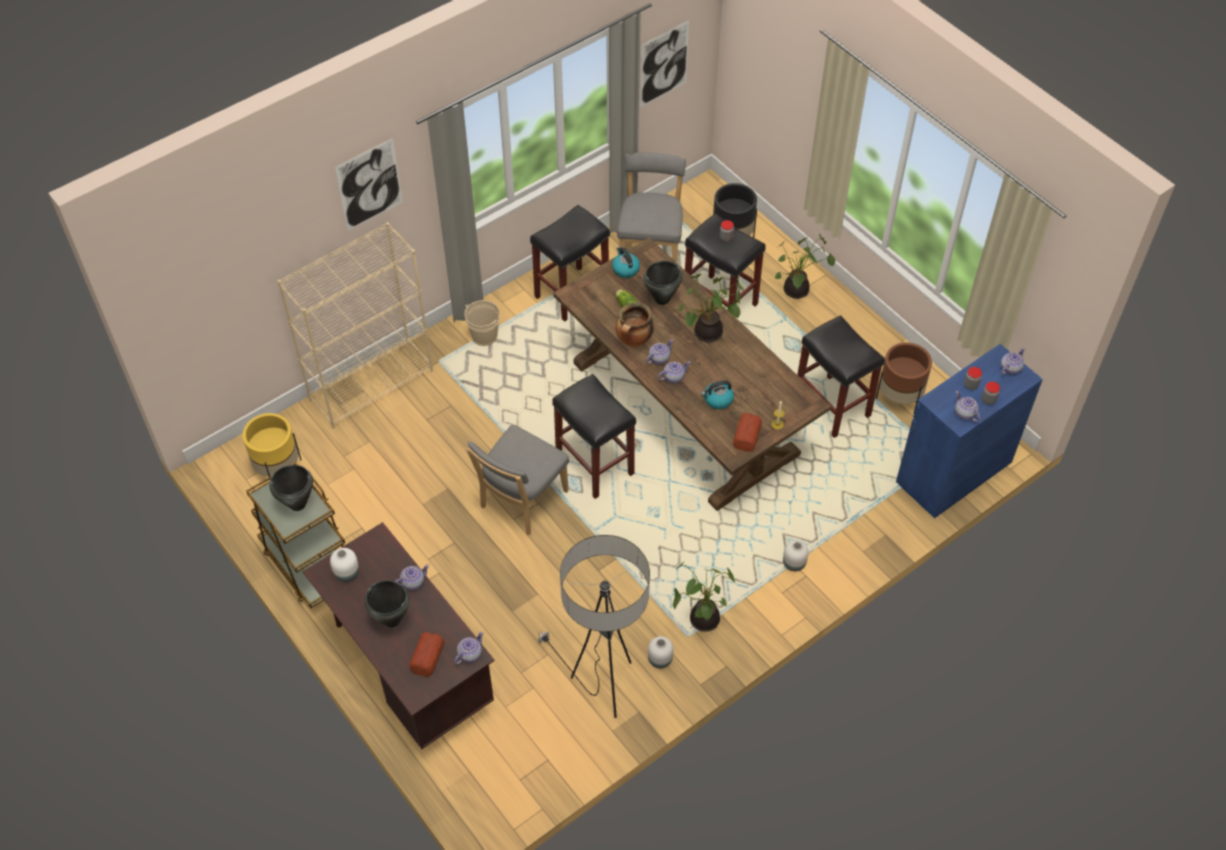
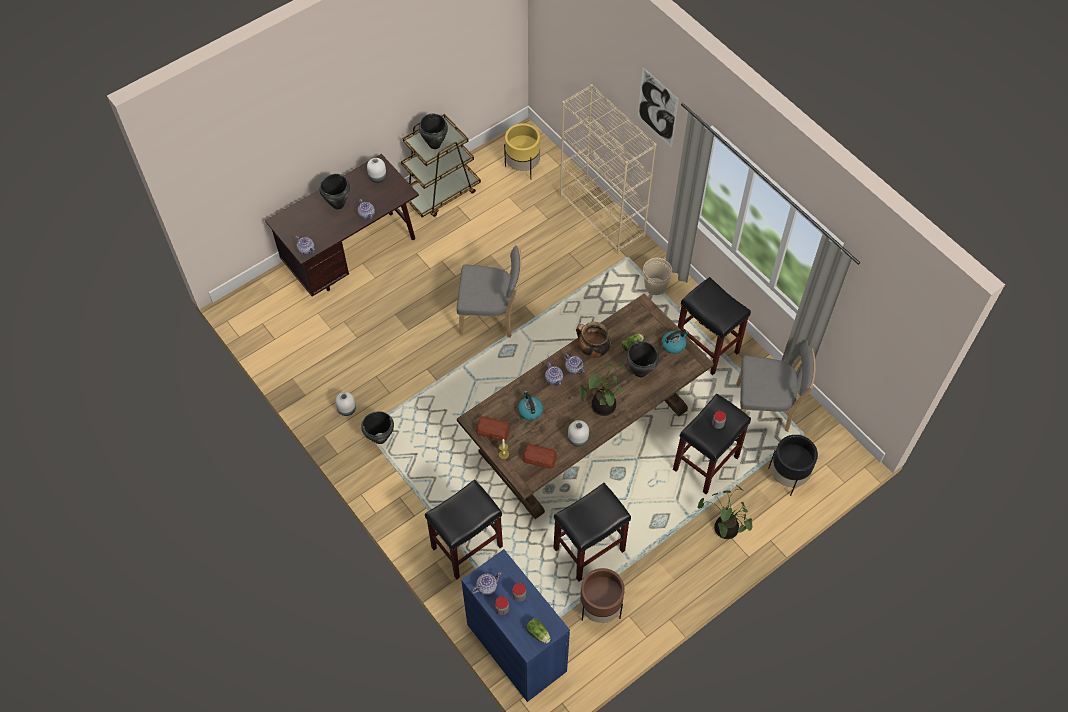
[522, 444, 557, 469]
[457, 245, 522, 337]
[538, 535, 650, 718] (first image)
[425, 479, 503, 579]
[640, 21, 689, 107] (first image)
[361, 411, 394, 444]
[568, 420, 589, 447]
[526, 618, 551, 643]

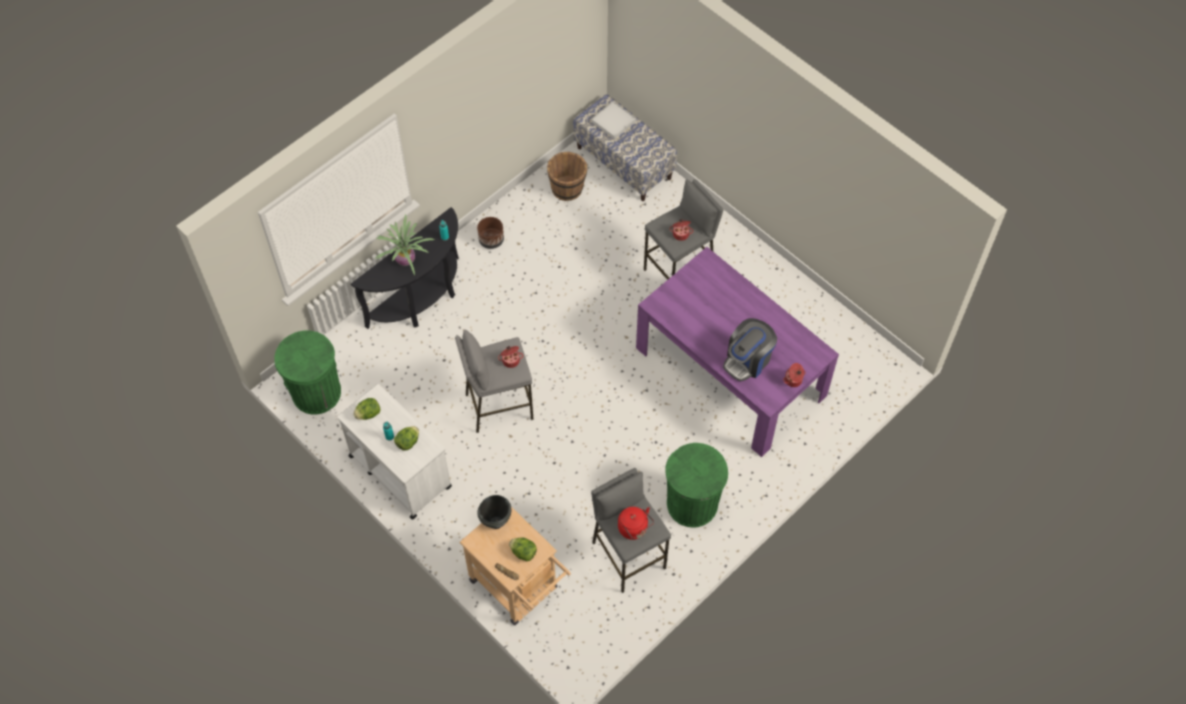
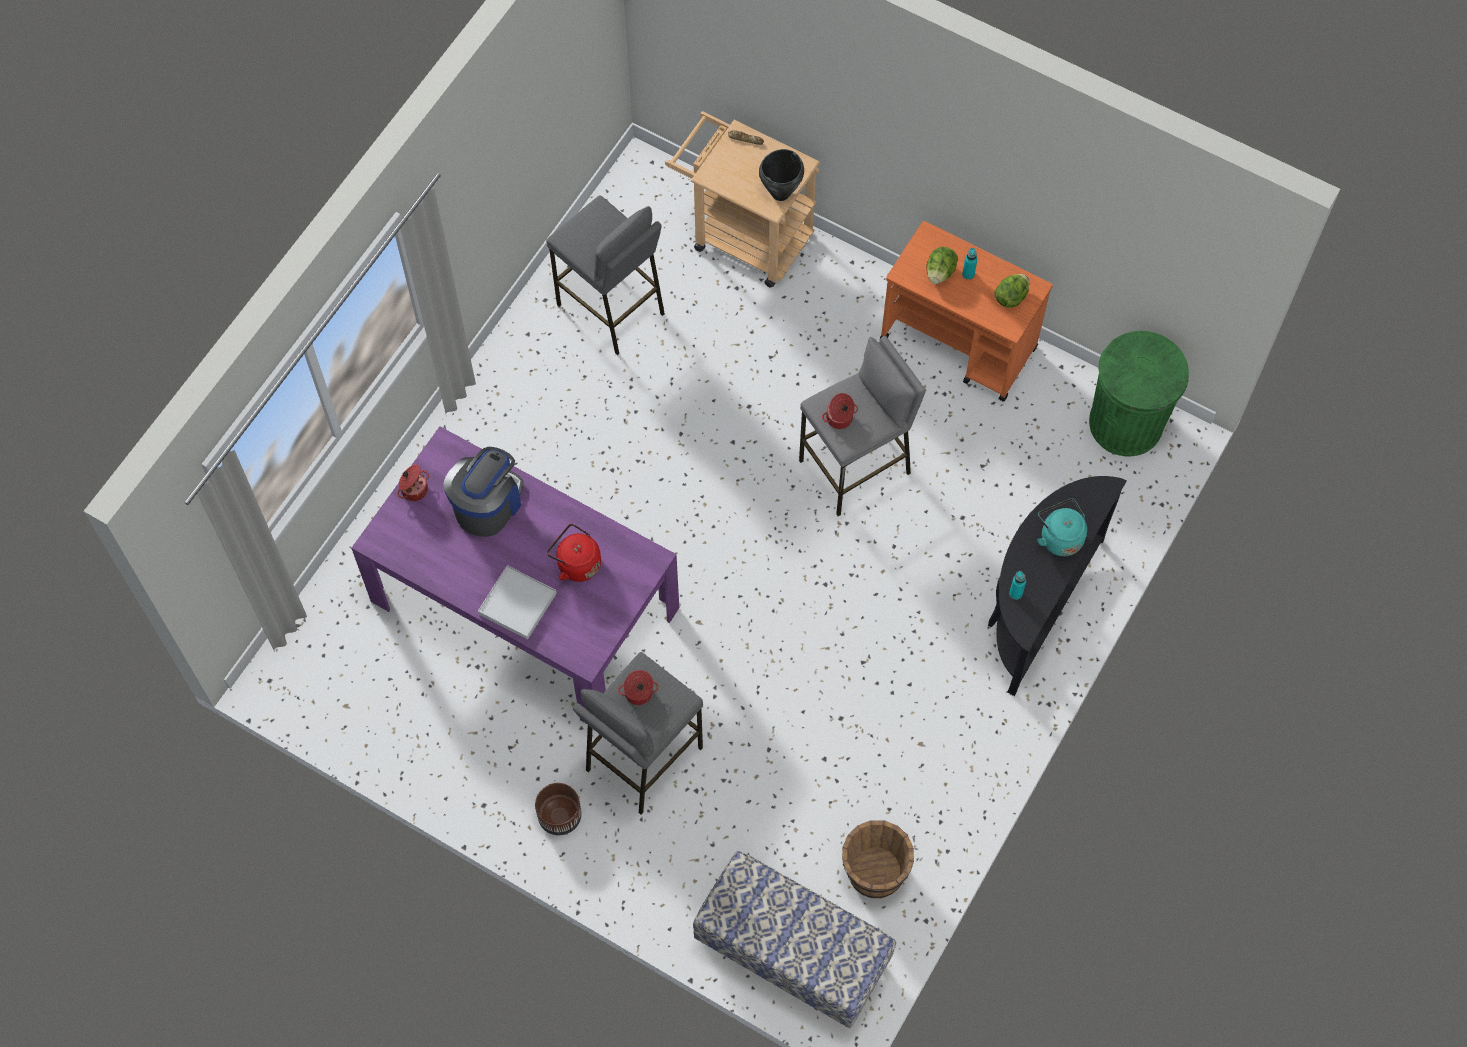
[880, 221, 1053, 402]
[1037, 498, 1087, 556]
[535, 783, 582, 835]
[509, 538, 537, 561] (first image)
[478, 565, 557, 640]
[547, 523, 601, 582]
[665, 443, 728, 527] (first image)

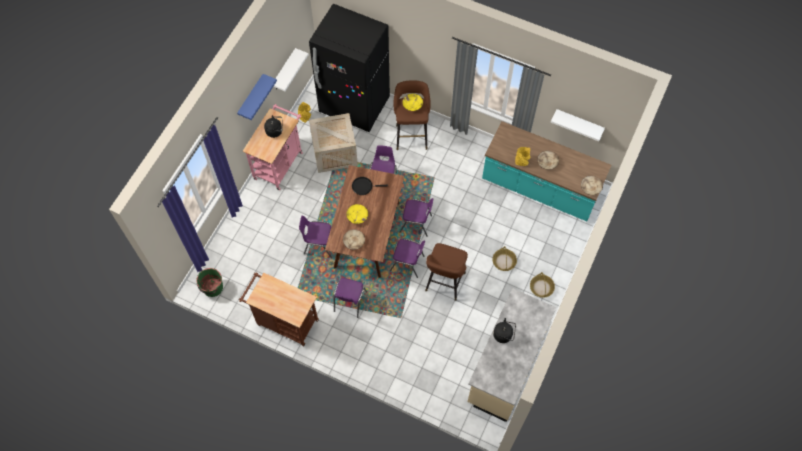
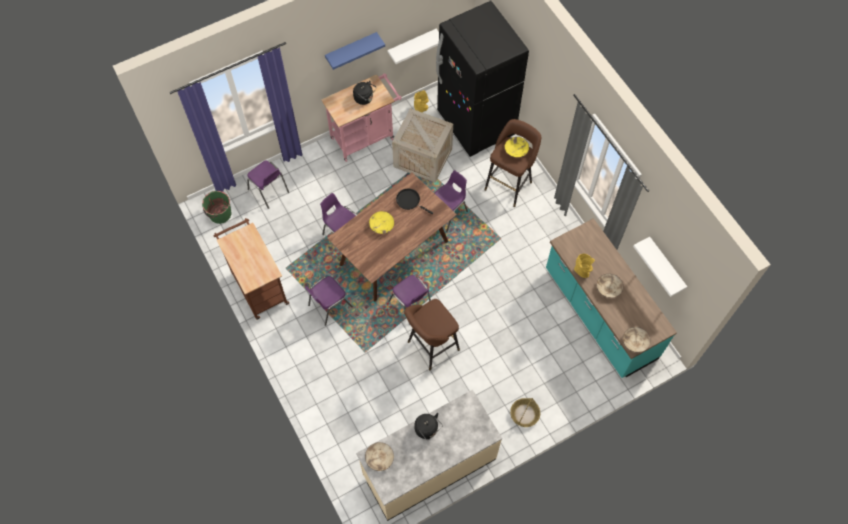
[365, 442, 394, 471]
[247, 161, 289, 209]
[492, 246, 517, 271] (first image)

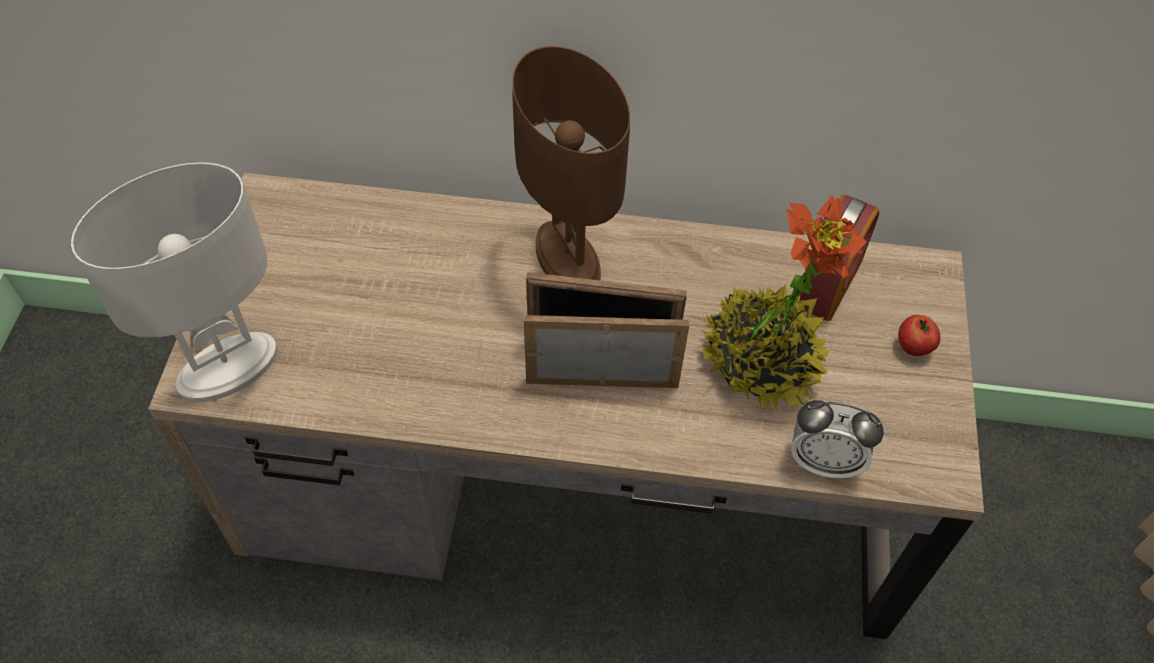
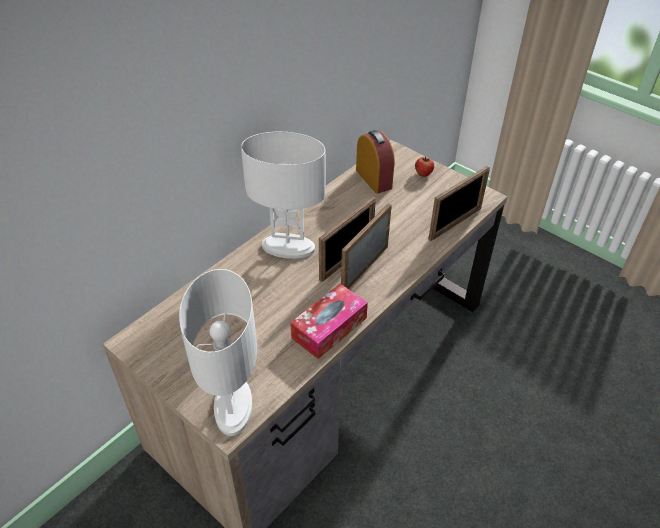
[241, 132, 326, 259]
[701, 195, 868, 412] (first image)
[428, 166, 490, 241]
[290, 284, 368, 359]

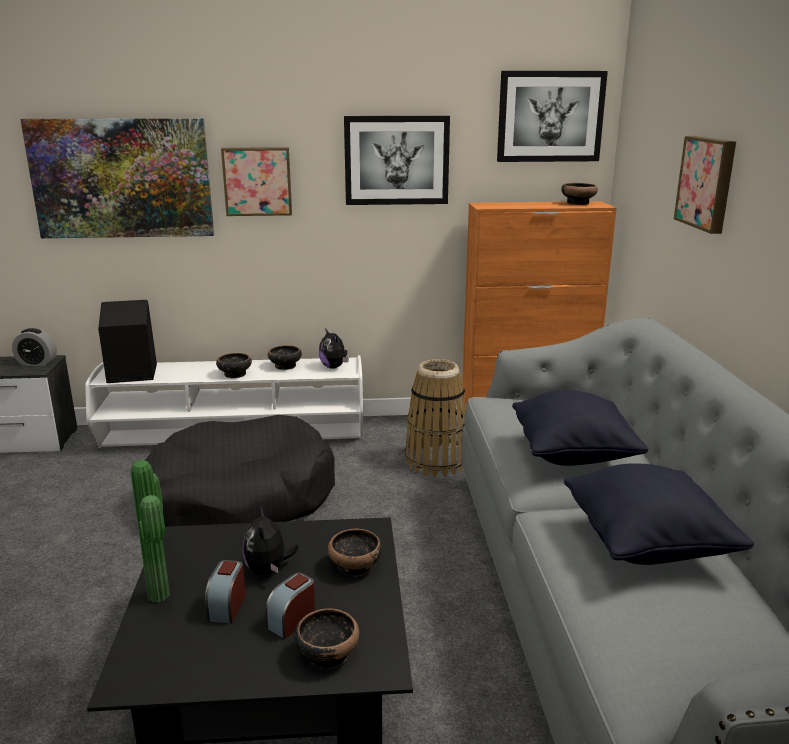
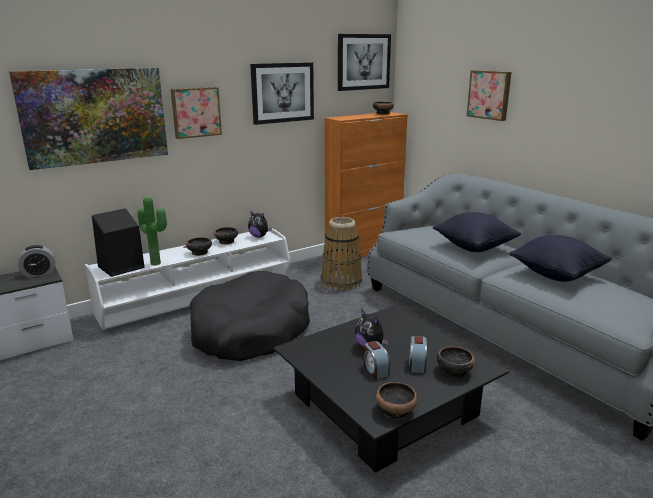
[138, 197, 167, 266]
[376, 382, 418, 419]

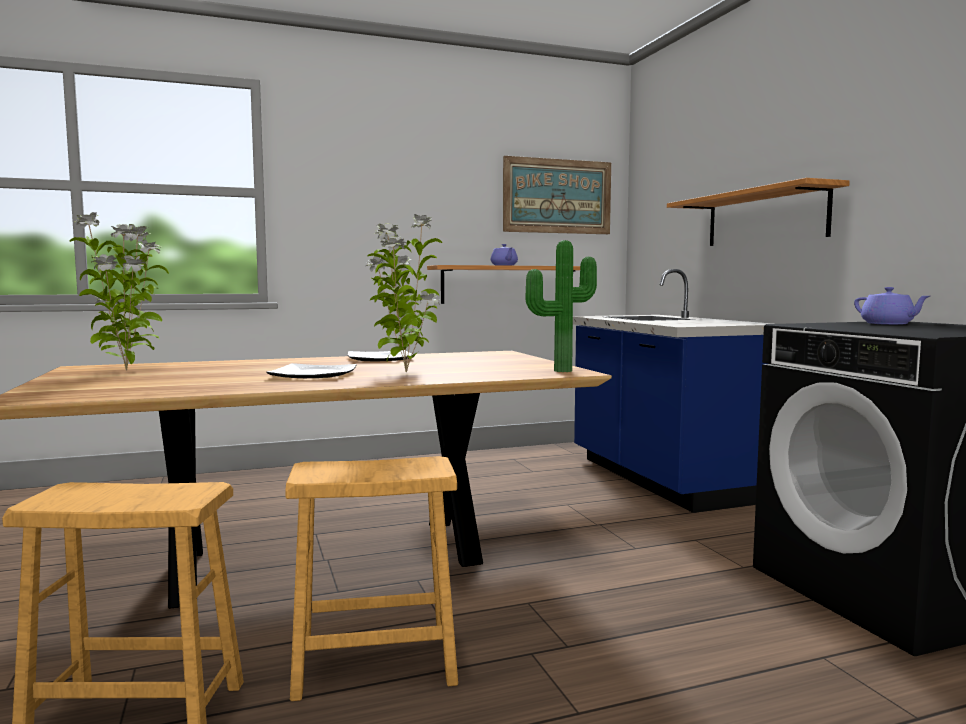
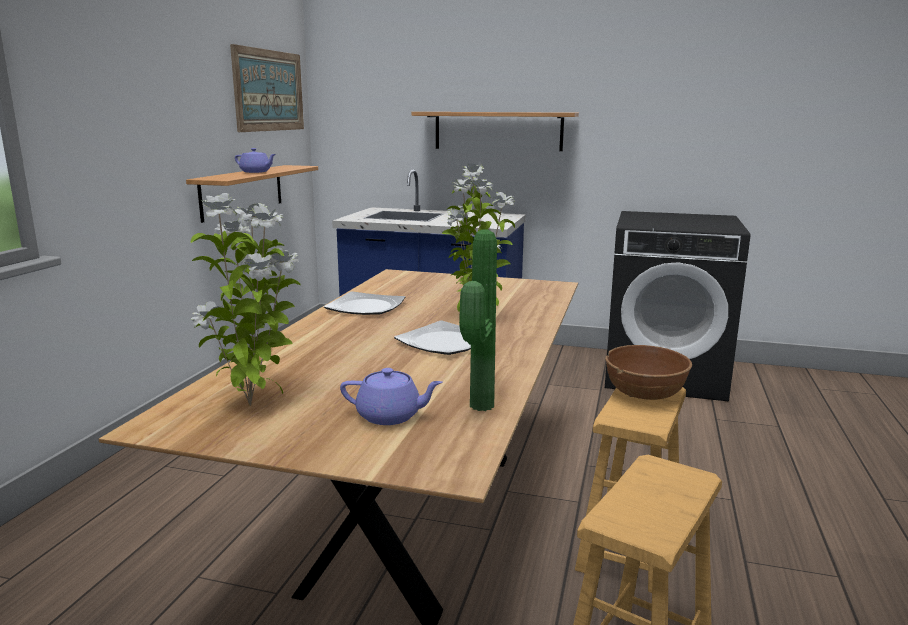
[459, 229, 497, 411]
[340, 368, 443, 425]
[605, 345, 692, 400]

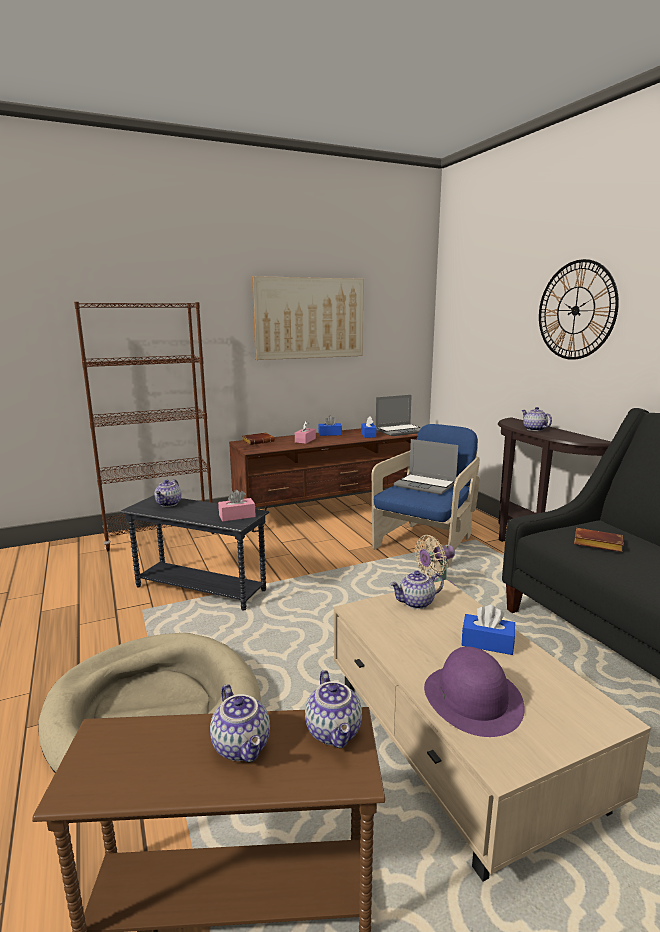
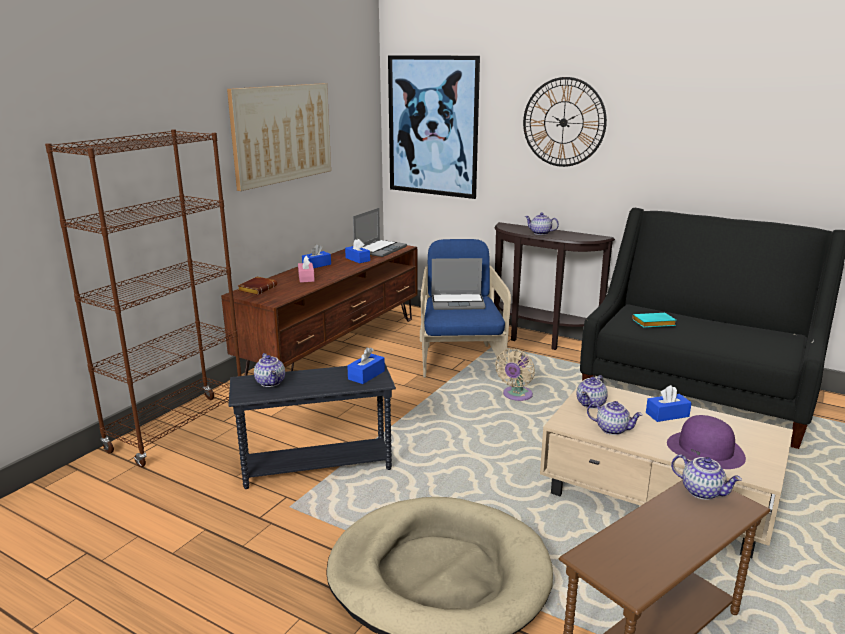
[587, 401, 643, 435]
[347, 347, 385, 384]
[632, 313, 676, 328]
[388, 55, 480, 199]

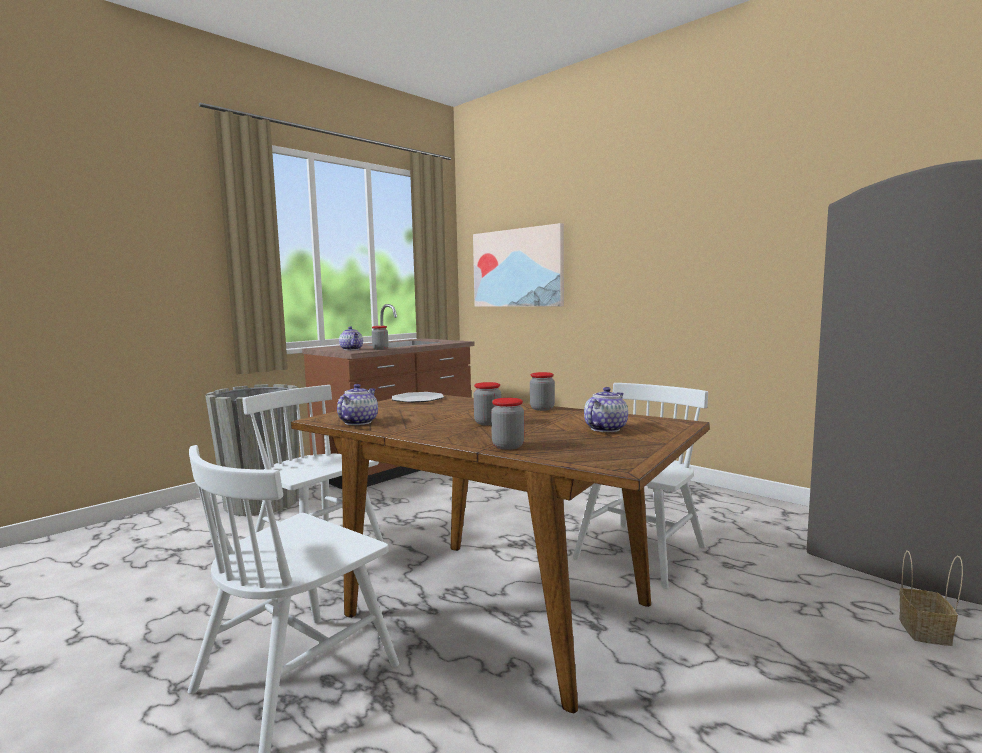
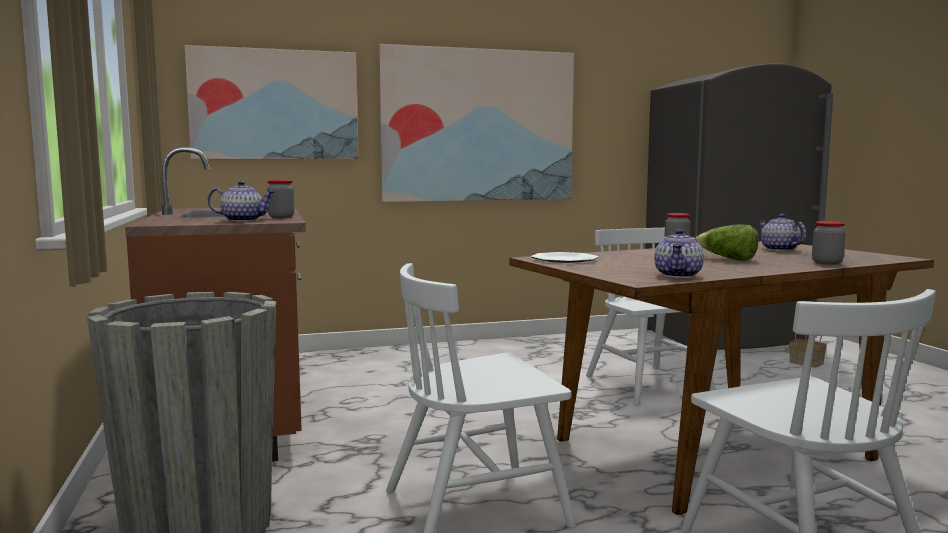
[654, 229, 704, 278]
[695, 225, 758, 261]
[379, 44, 574, 202]

